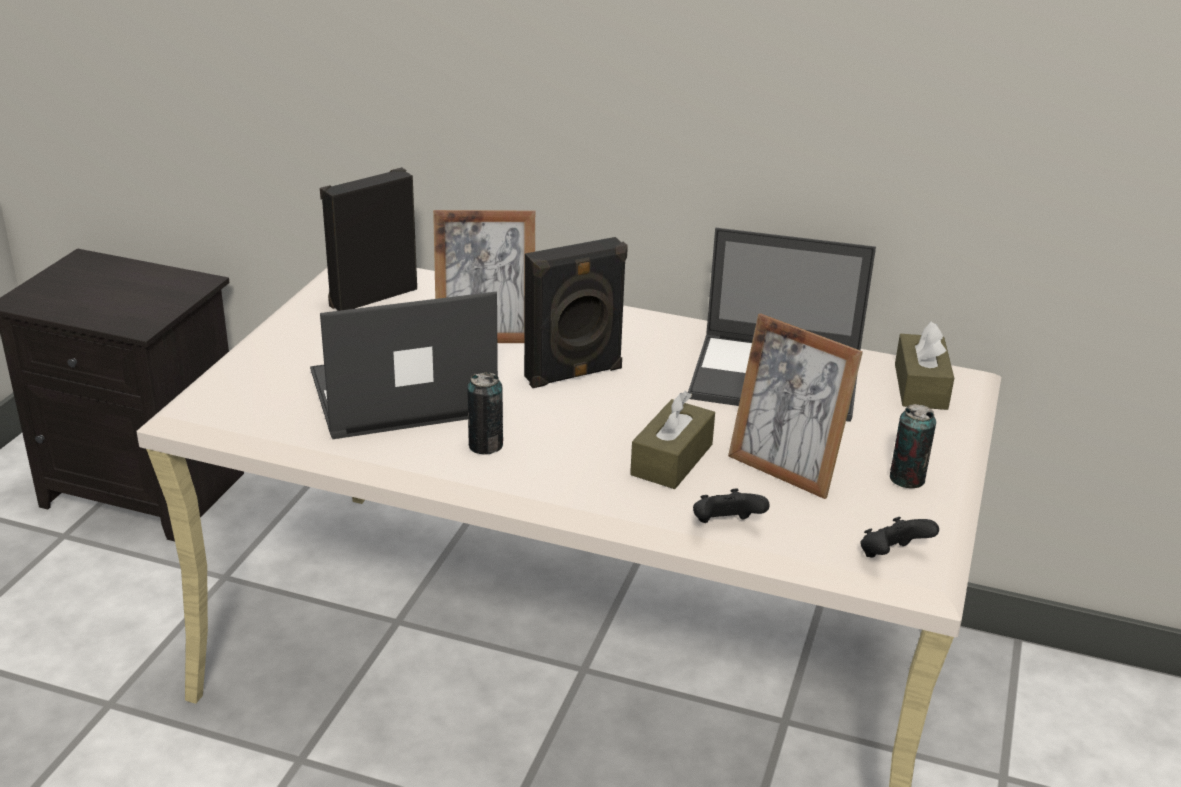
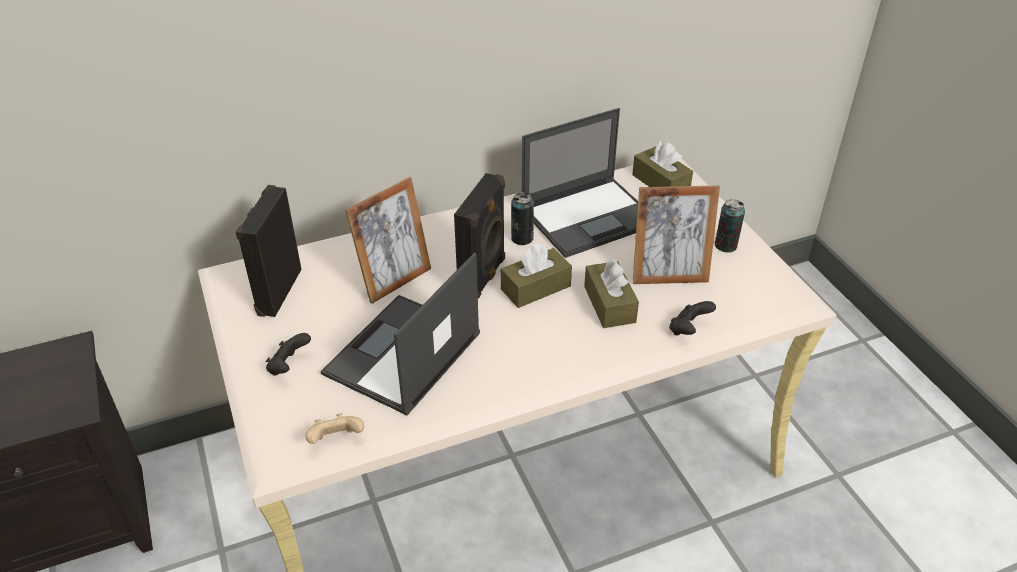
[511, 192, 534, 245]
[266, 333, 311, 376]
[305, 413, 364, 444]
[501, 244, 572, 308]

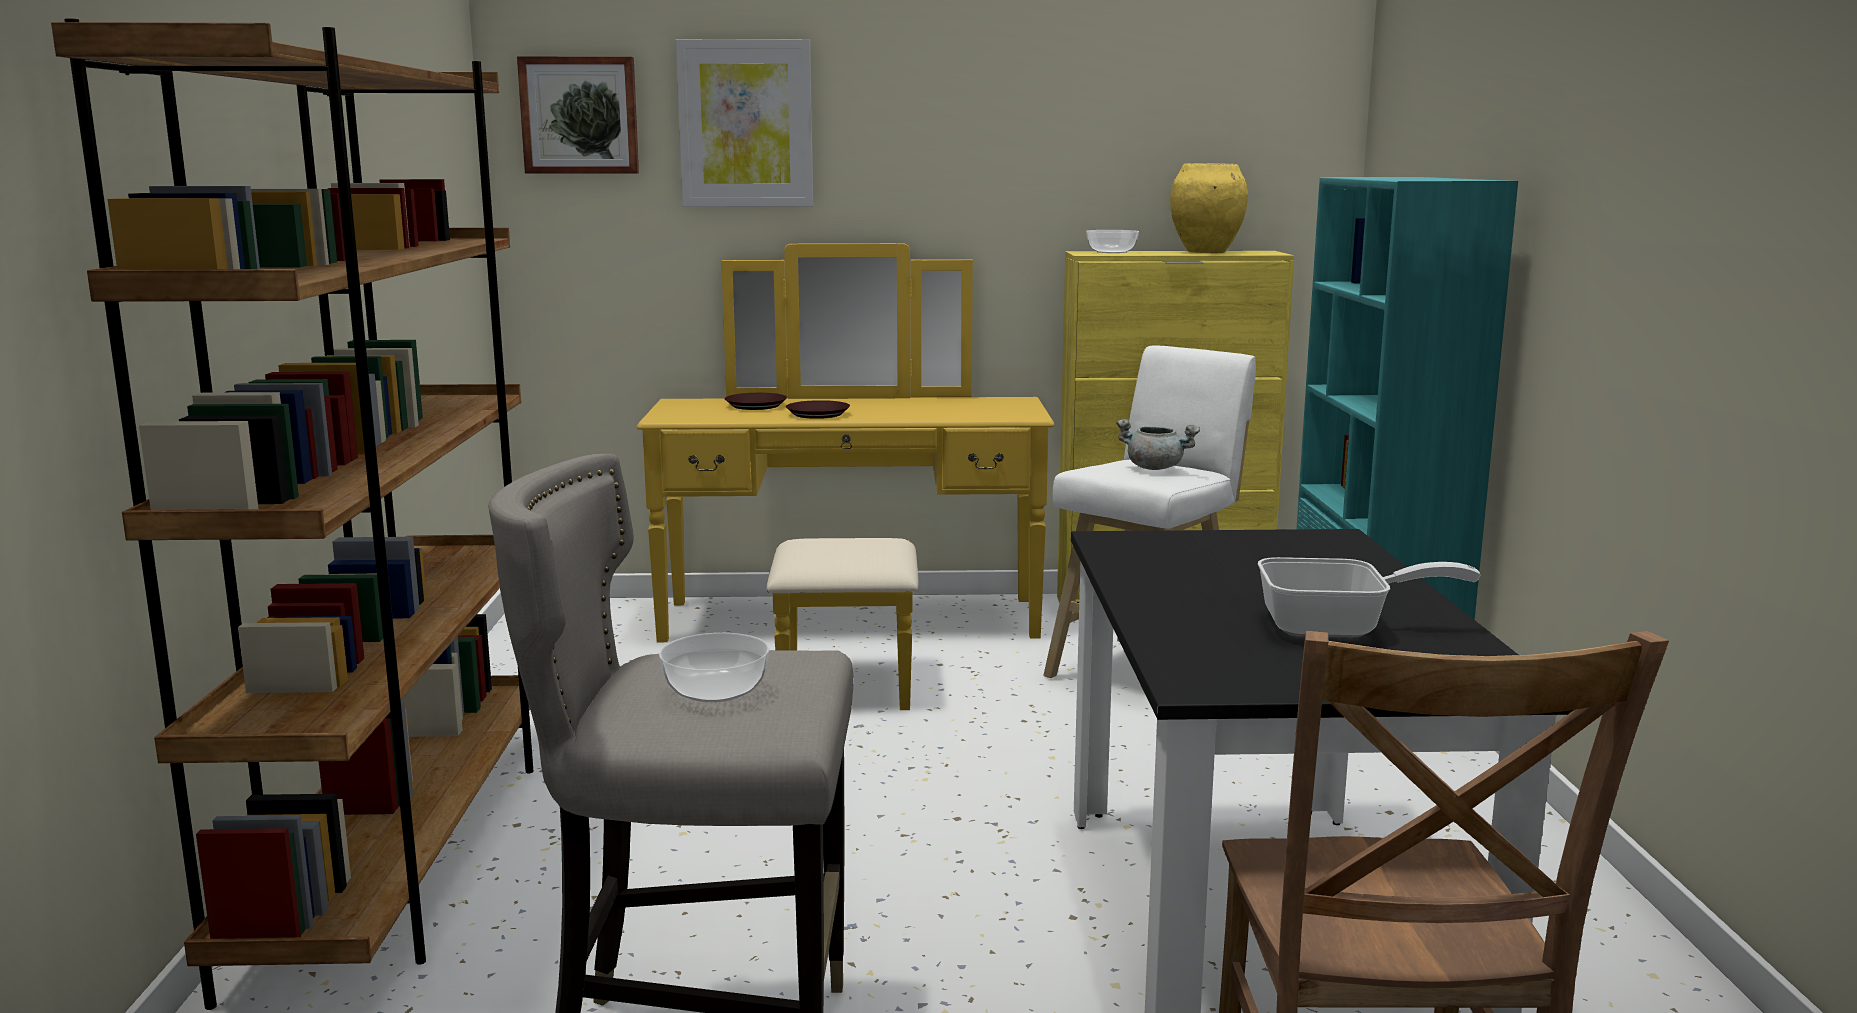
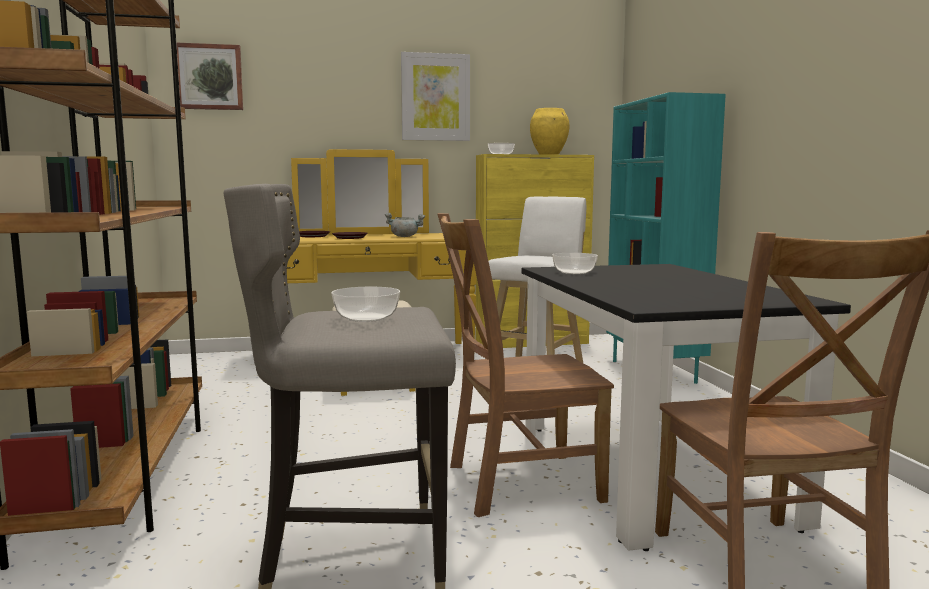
[401, 52, 470, 141]
[385, 213, 425, 237]
[1258, 557, 1480, 638] (first image)
[437, 213, 614, 517]
[552, 253, 598, 274]

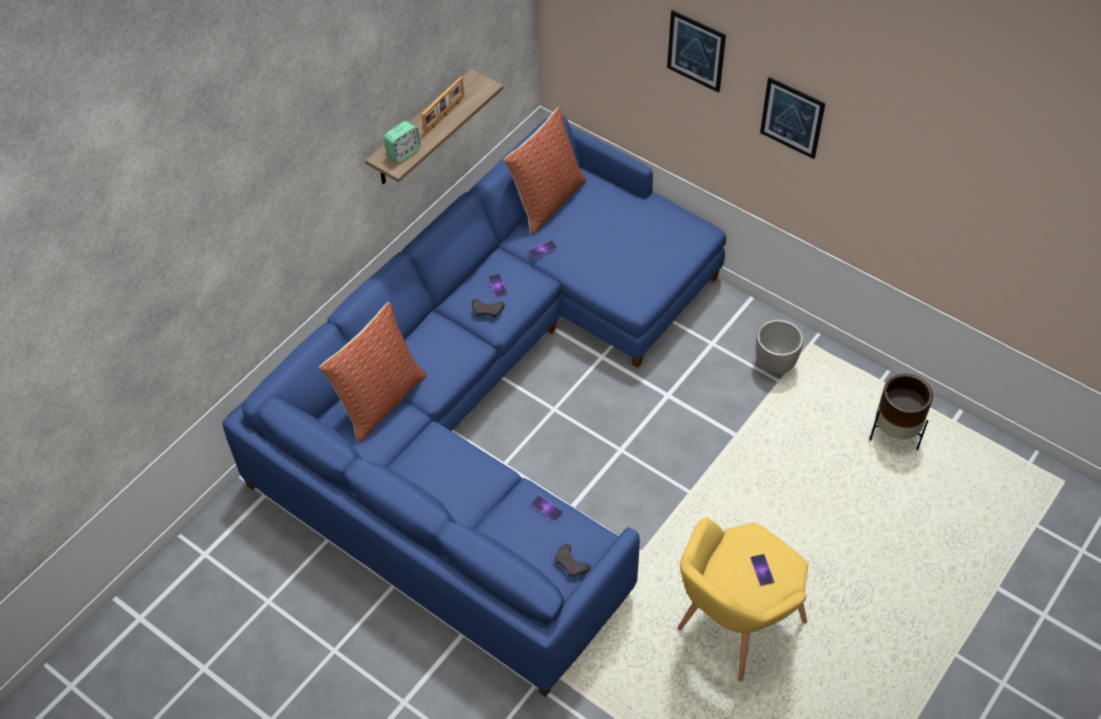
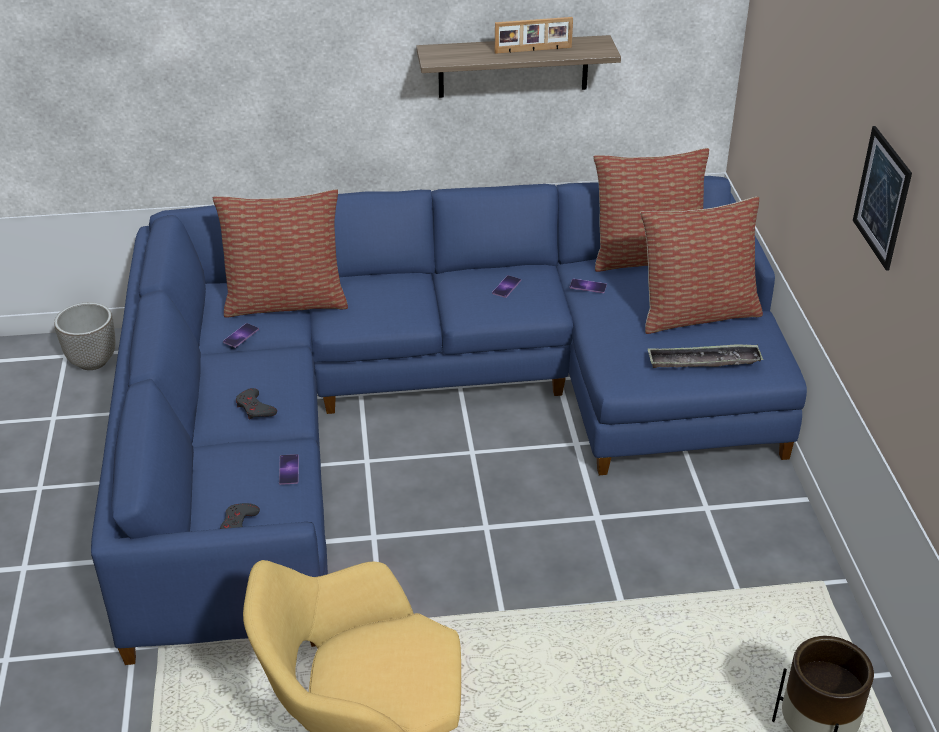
[384, 121, 421, 162] (first image)
[236, 388, 277, 420]
[667, 10, 726, 93] (first image)
[223, 323, 259, 348]
[54, 302, 115, 370]
[640, 197, 763, 334]
[647, 344, 763, 368]

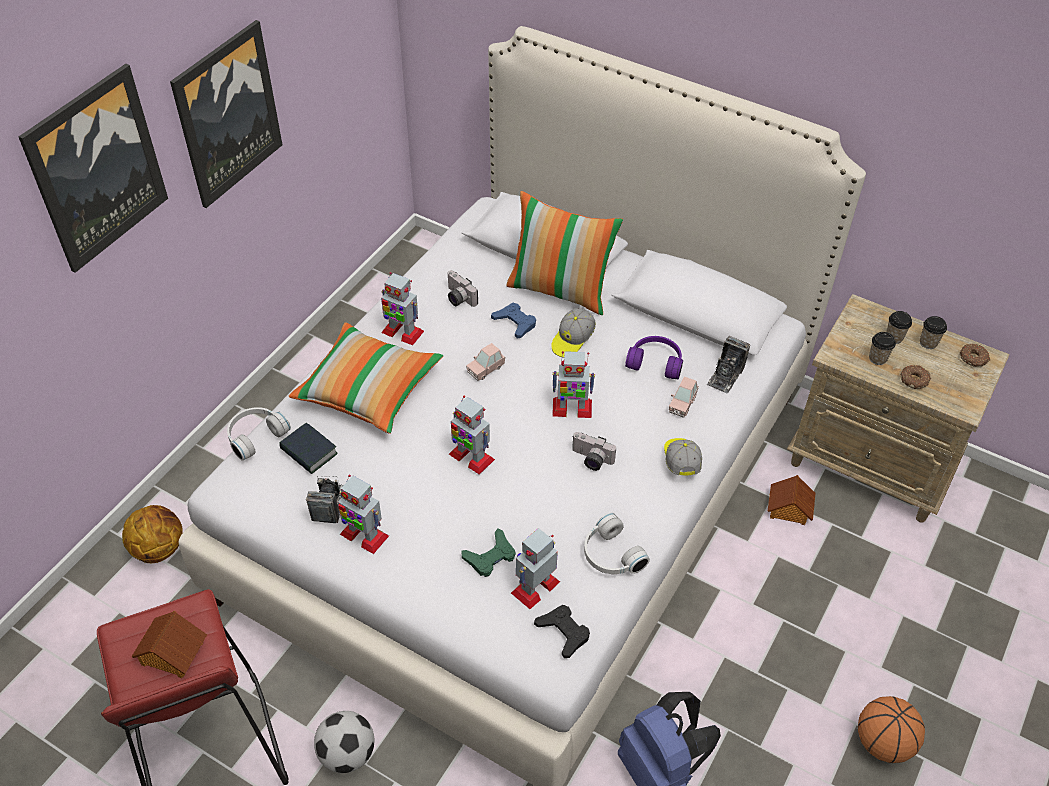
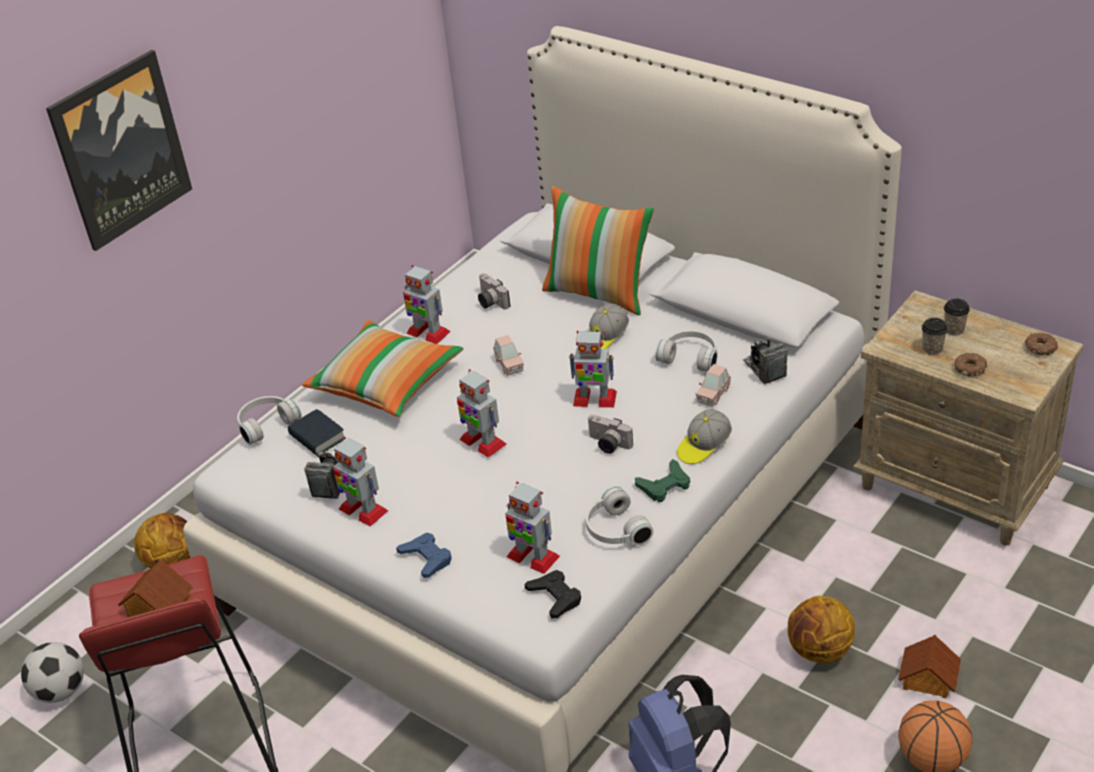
[170, 20, 282, 208] (first image)
[21, 642, 84, 703]
[635, 459, 690, 502]
[493, 335, 523, 375]
[396, 533, 451, 578]
[505, 482, 560, 574]
[655, 330, 717, 371]
[677, 409, 732, 464]
[743, 335, 788, 384]
[898, 635, 961, 699]
[920, 316, 947, 349] (first image)
[788, 596, 855, 664]

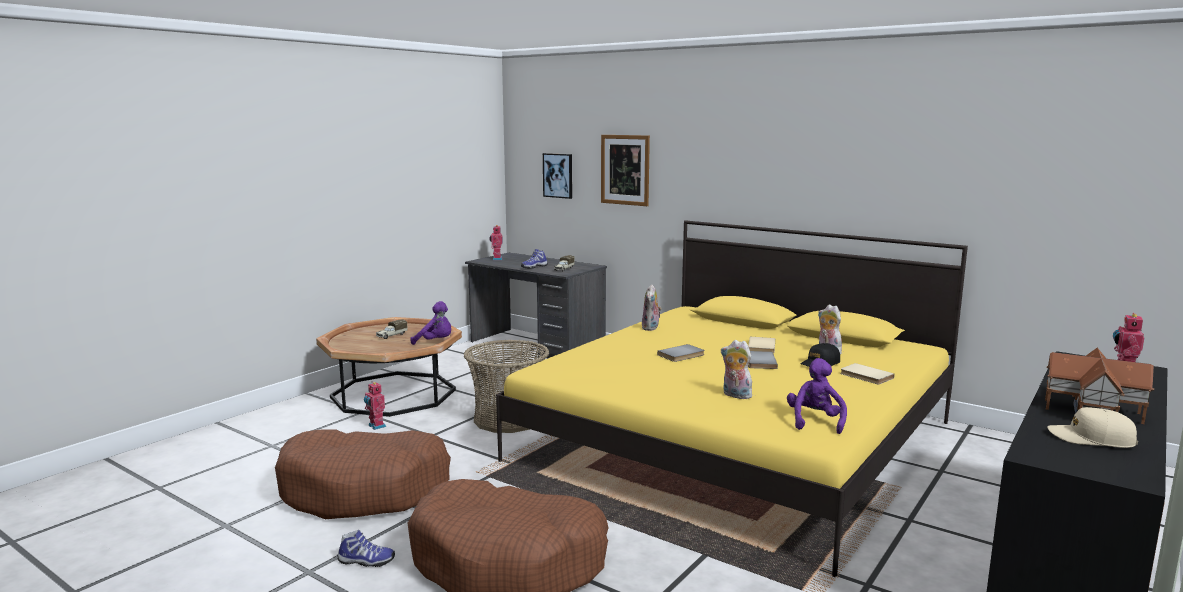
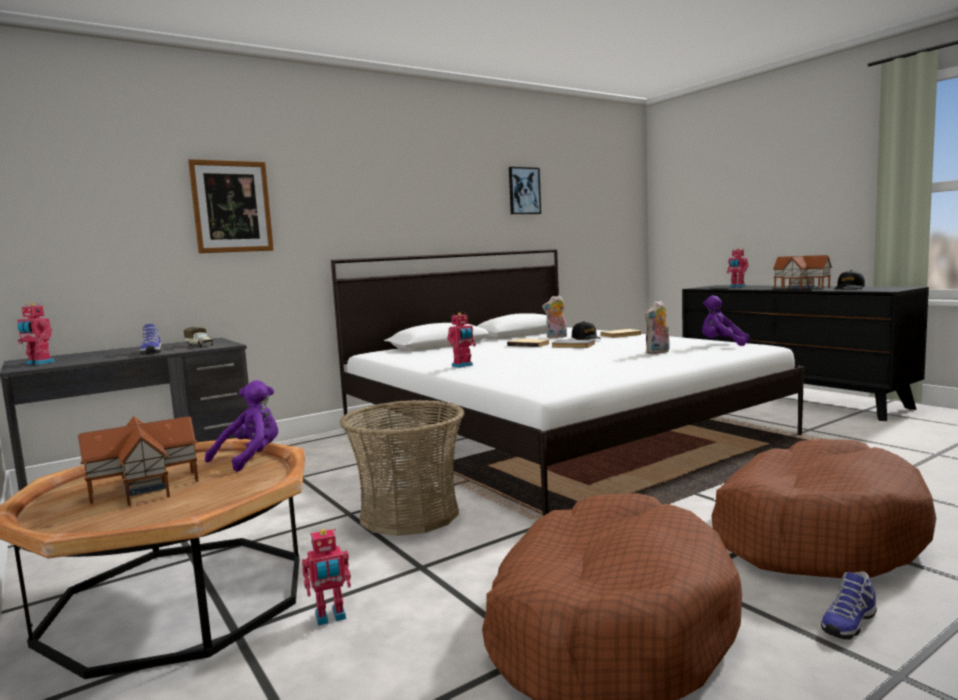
[821, 572, 877, 640]
[78, 416, 199, 506]
[331, 249, 804, 516]
[509, 167, 541, 214]
[642, 284, 662, 331] (first image)
[657, 344, 705, 362] (first image)
[835, 270, 865, 289]
[447, 312, 476, 368]

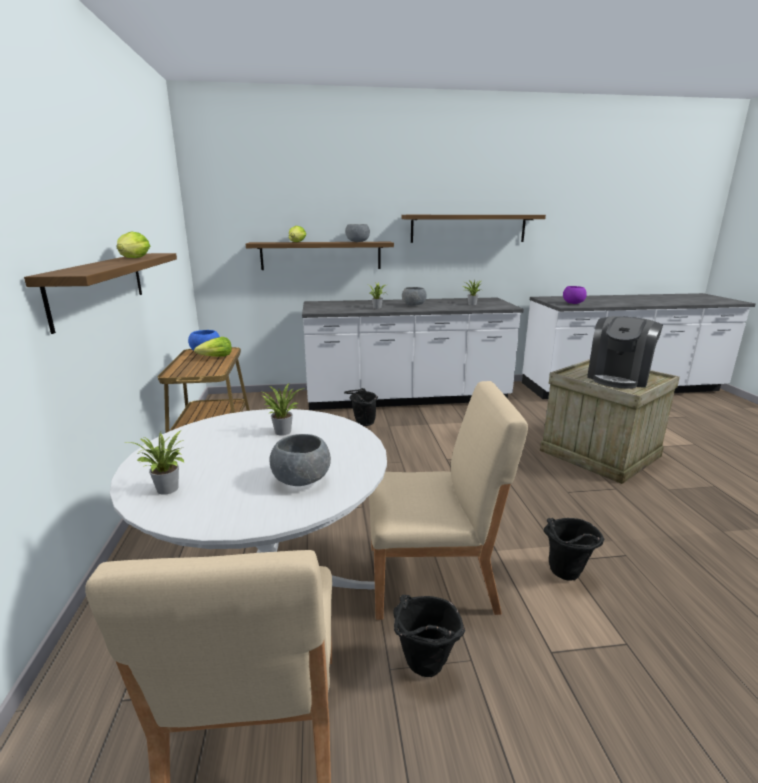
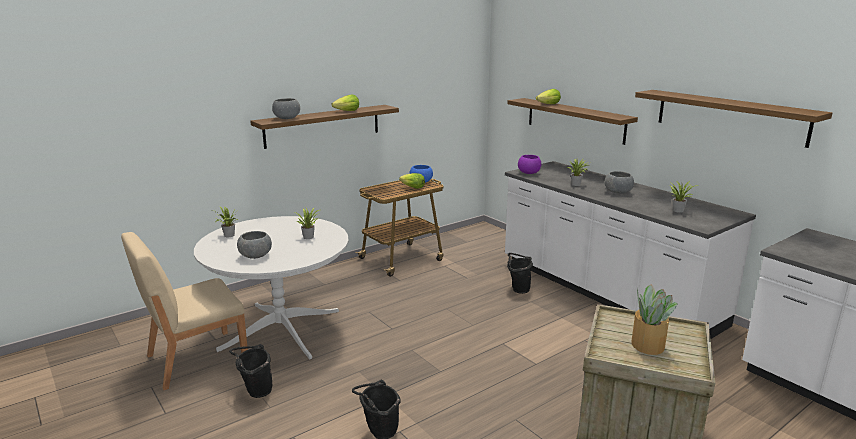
[272, 98, 300, 119]
[369, 381, 528, 620] (first image)
[518, 155, 541, 174]
[631, 285, 677, 355]

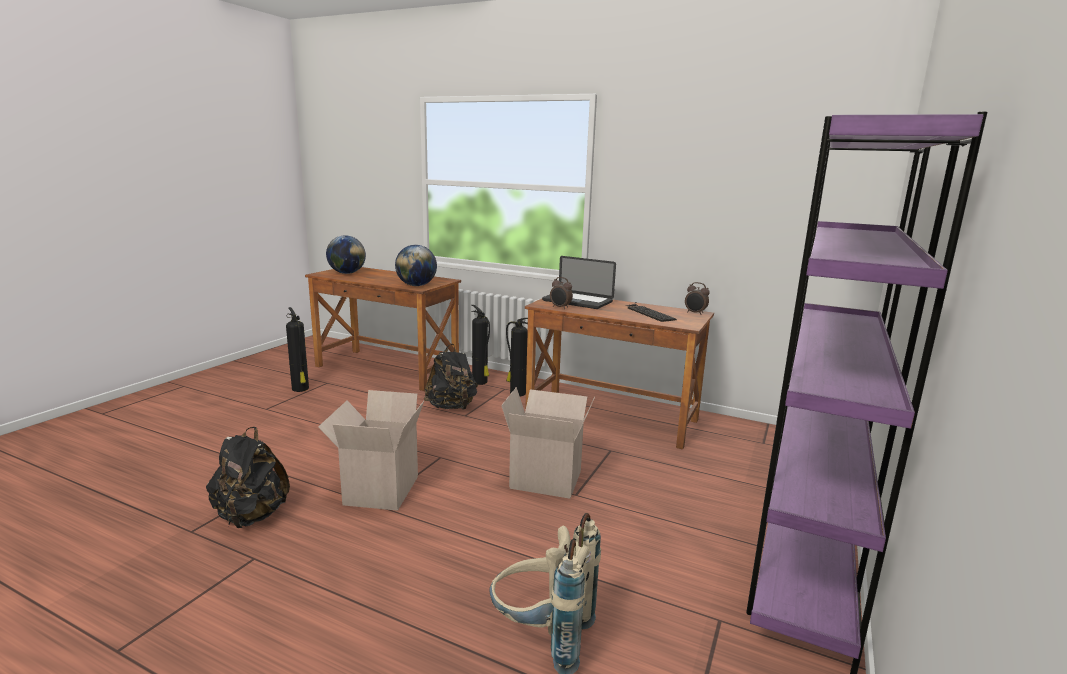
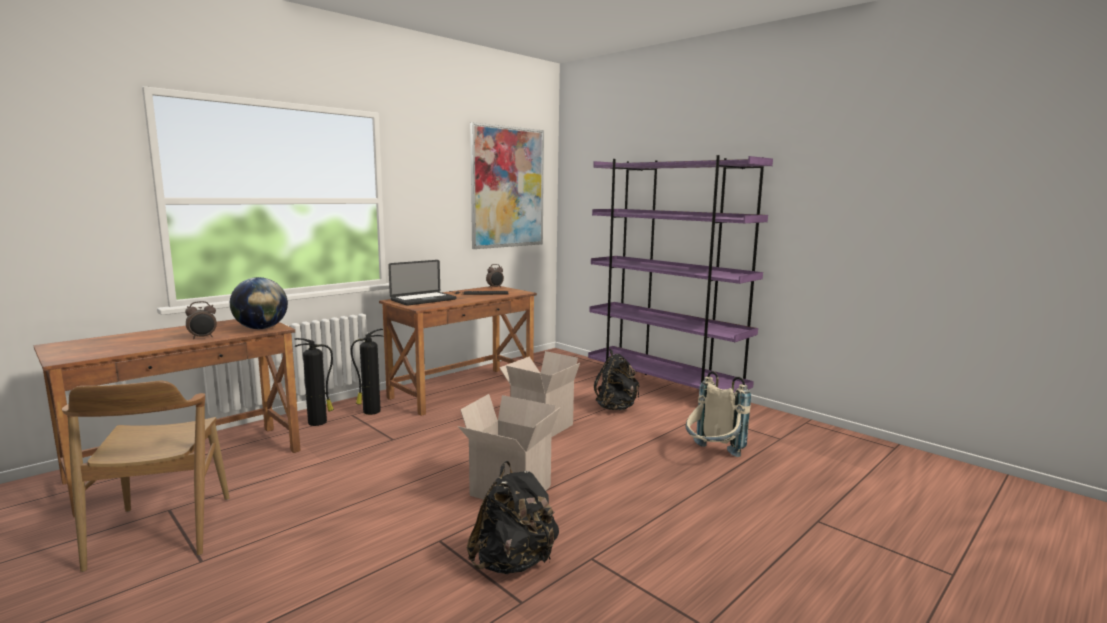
[62, 381, 230, 572]
[326, 236, 366, 274] (first image)
[594, 349, 639, 410]
[185, 301, 217, 339]
[470, 122, 544, 249]

